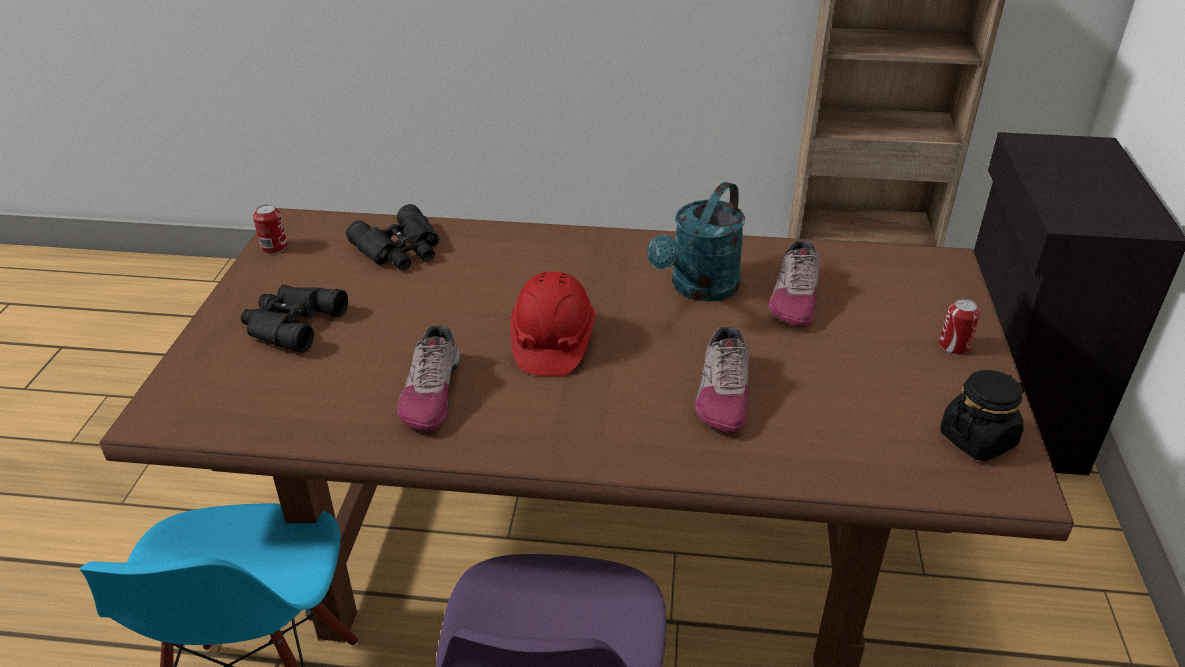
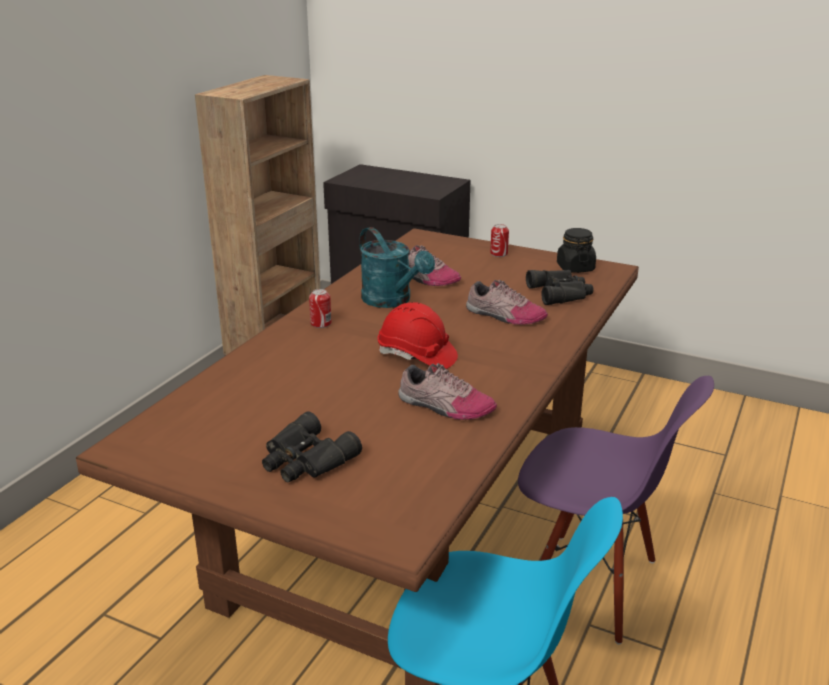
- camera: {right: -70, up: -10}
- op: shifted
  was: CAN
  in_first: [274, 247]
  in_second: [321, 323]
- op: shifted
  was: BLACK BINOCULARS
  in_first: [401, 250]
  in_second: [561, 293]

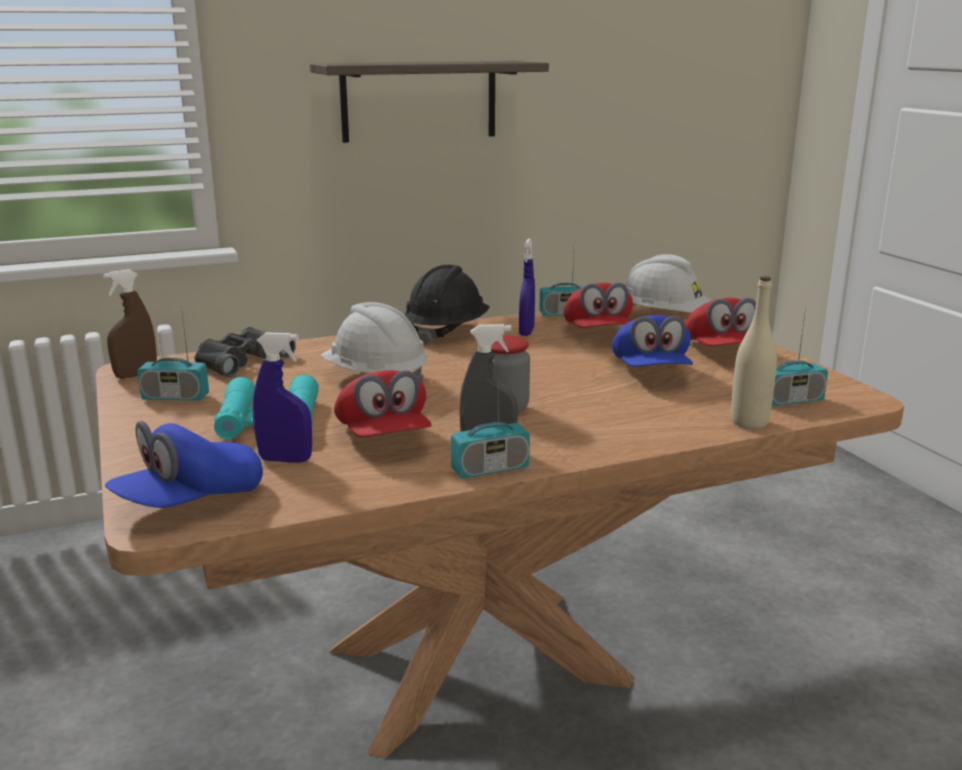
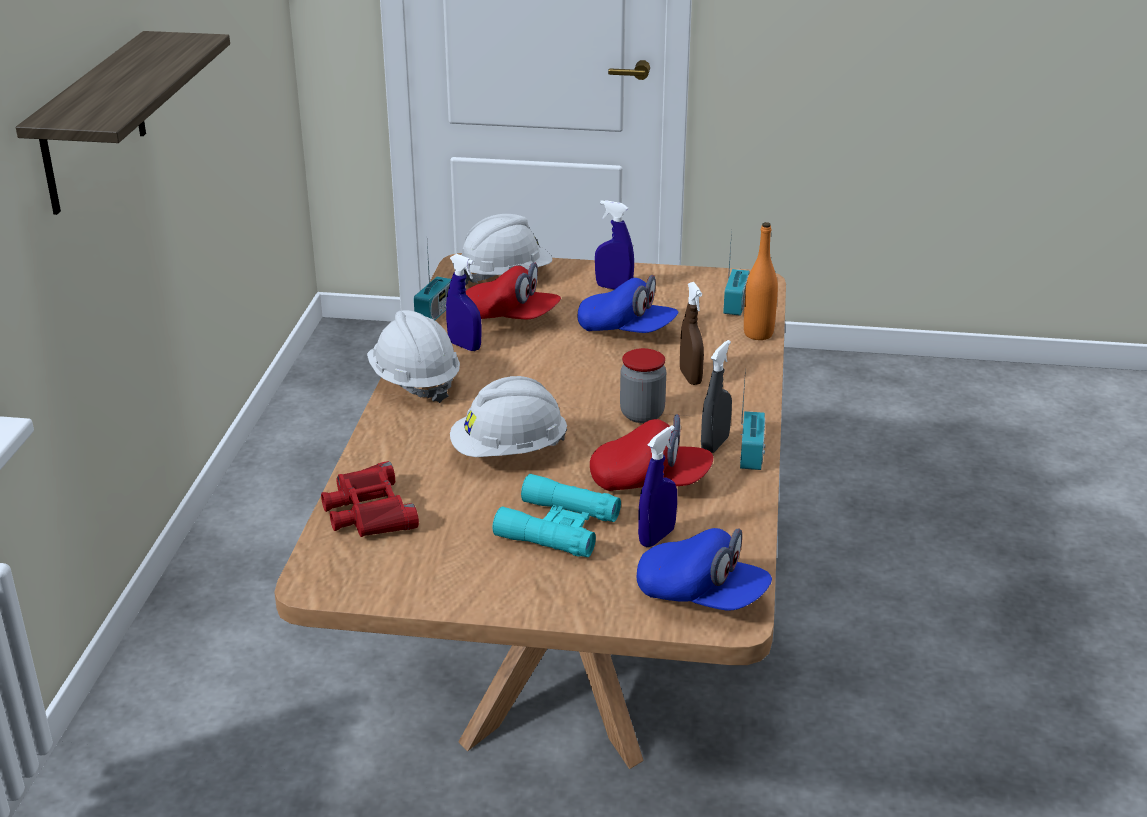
- camera: {right: -60, up: 10}
- op: repainted
  was: BLACK HARD HAT
  now: WHITE HARD HAT
  in_first: [446, 331]
  in_second: [414, 382]
- op: shifted
  was: BROWN SPRAY BOTTLE
  in_first: [136, 374]
  in_second: [690, 377]
- op: repainted
  was: BEIGE BOTTLE
  now: ORANGE BOTTLE
  in_first: [749, 422]
  in_second: [758, 334]
- op: swapped
  was: RED CAP
  now: BLUE SPRAY BOTTLE
  in_first: [721, 352]
  in_second: [613, 287]
- op: gone
  was: RADIO
  in_first: [175, 397]
- op: repainted
  was: BLACK BINOCULARS
  now: RED BINOCULARS
  in_first: [240, 360]
  in_second: [368, 511]
- op: rotated
  was: BLUE CAP
  in_first: [190, 501]
  in_second: [701, 596]
  clockwise: -45

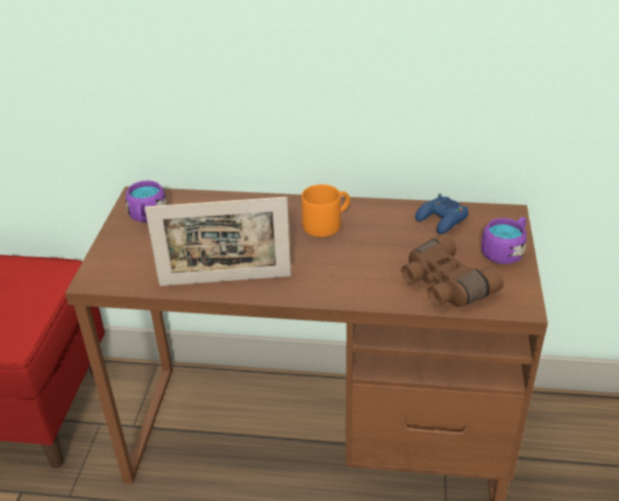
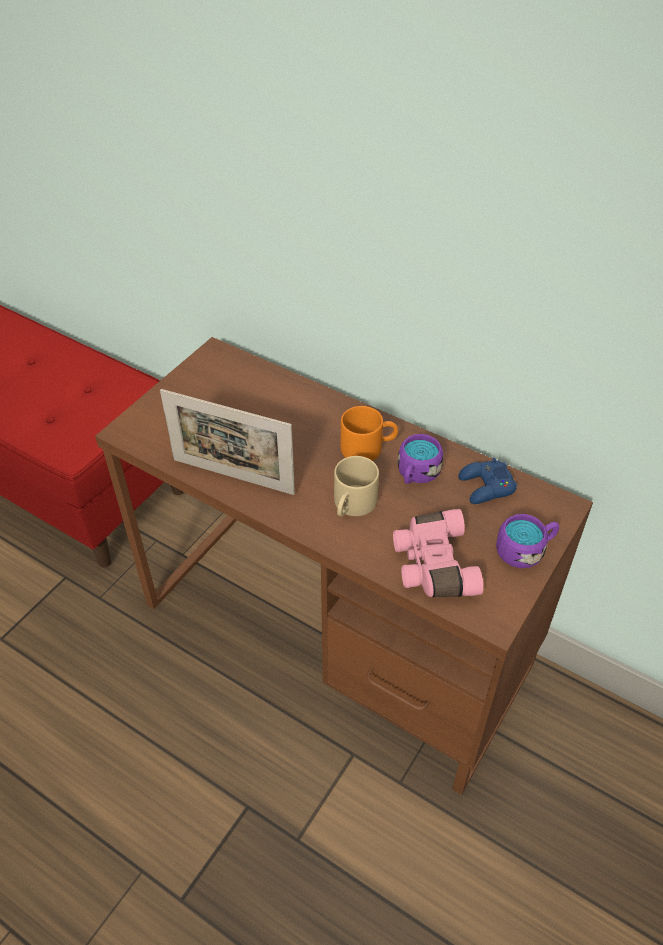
- camera: {right: 25, up: 10}
- op: shifted
  was: PURPLE MUG
  in_first: [147, 217]
  in_second: [416, 474]
- op: repainted
  was: BROWN BINOCULARS
  now: PINK BINOCULARS
  in_first: [444, 285]
  in_second: [432, 564]
- op: new
  now: BEIGE MUG
  in_second: [353, 506]

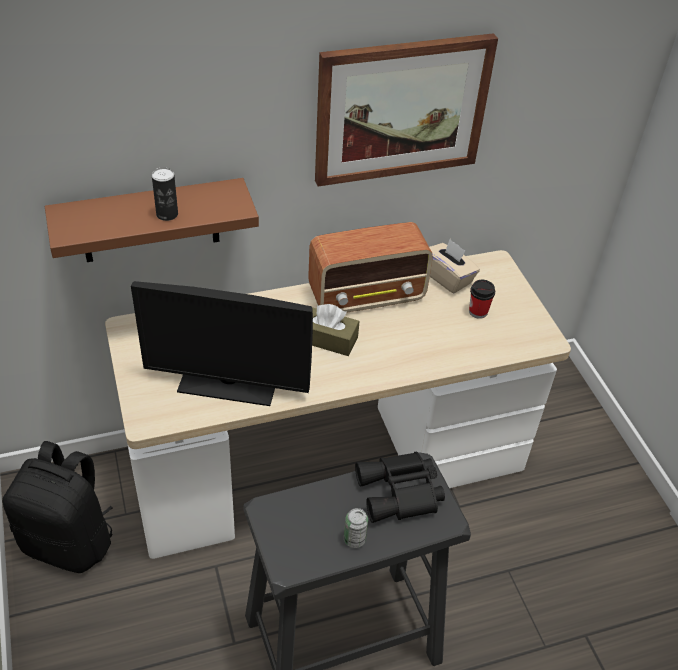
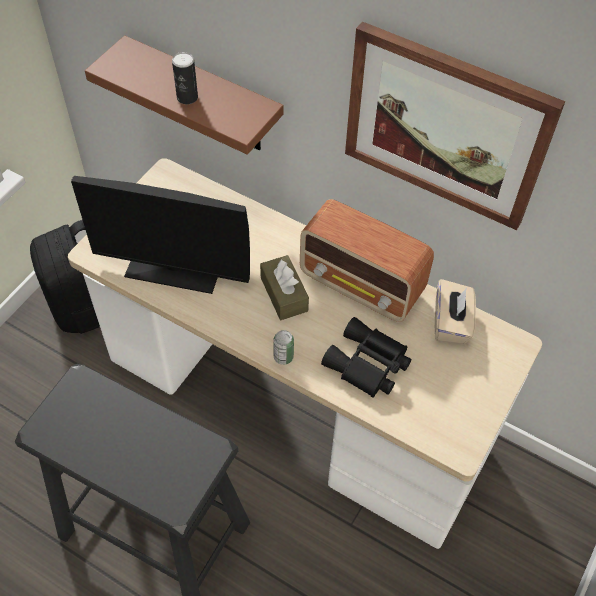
- camera: {right: 50, up: 10}
- op: gone
  was: CUP
  in_first: [478, 312]
- op: rotated
  was: MONITOR
  in_first: [228, 383]
  in_second: [174, 269]
  clockwise: -45
- op: shifted
  was: BLACK BINOCULARS
  in_first: [401, 493]
  in_second: [367, 365]
- op: shifted
  was: CAN
  in_first: [354, 539]
  in_second: [283, 357]

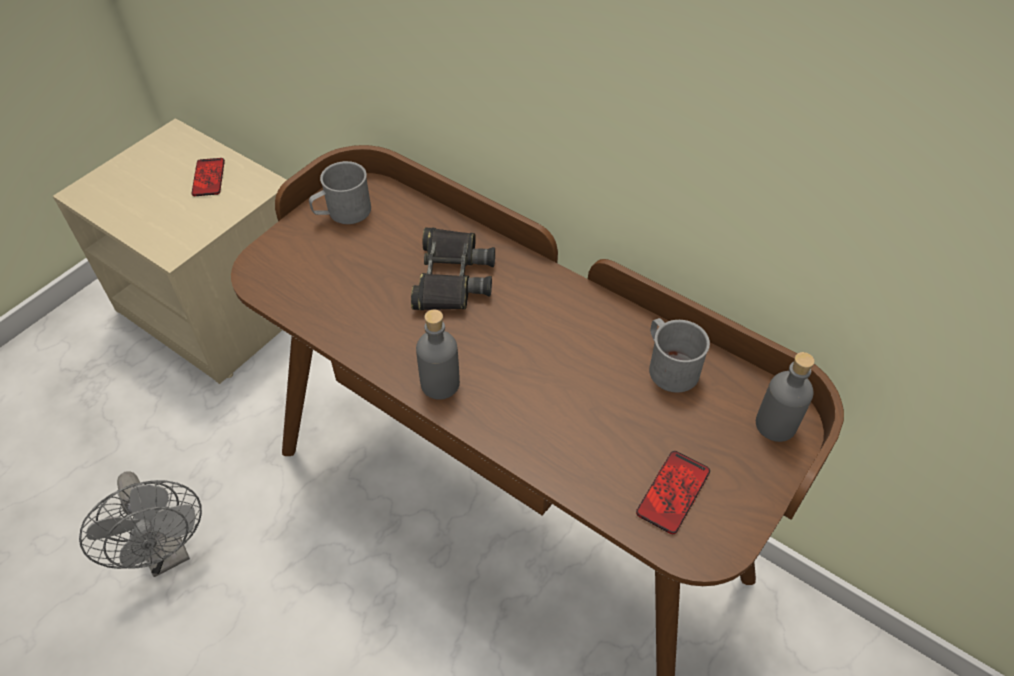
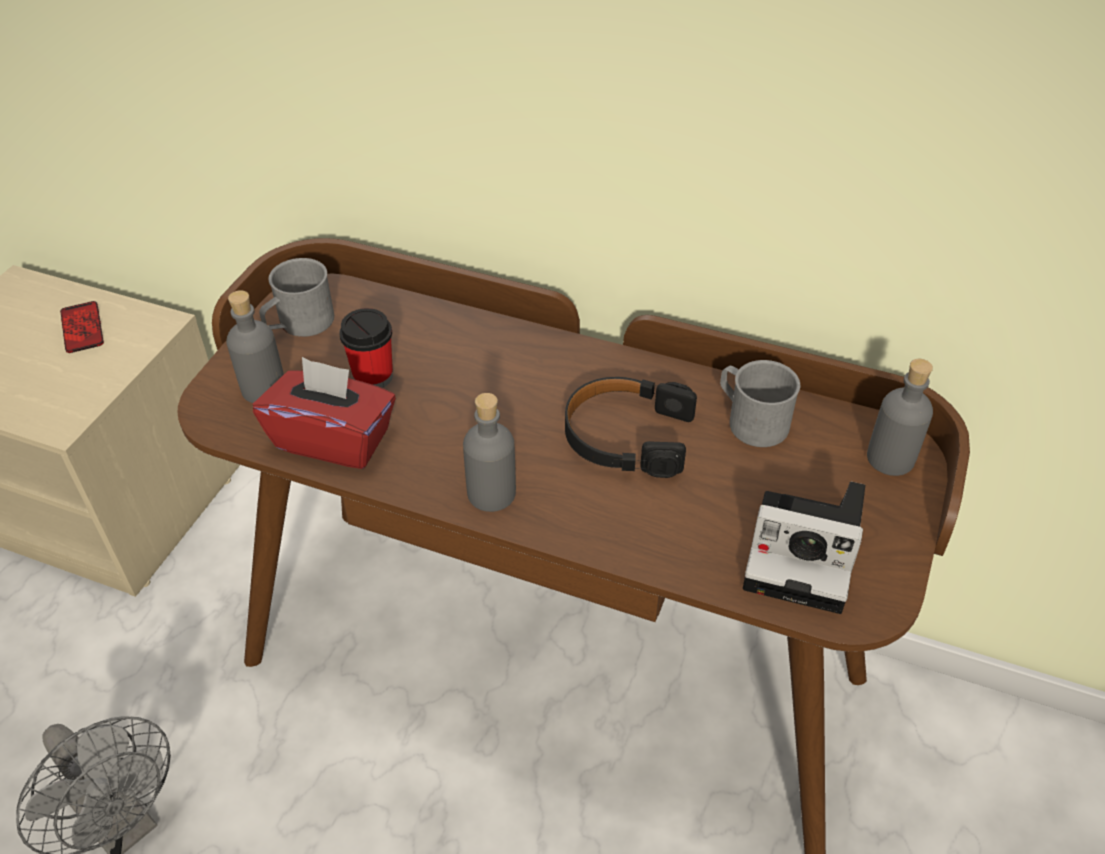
- camera: {right: -15, up: -5}
- op: gone
  was: BLACK BINOCULARS
  in_first: [451, 277]
- op: swapped
  was: PHONE
  now: PHOTO CAMERA
  in_first: [673, 492]
  in_second: [806, 554]
- op: new
  now: GREY BOTTLE
  in_second: [263, 389]
- op: new
  now: CUP
  in_second: [373, 376]
- op: new
  now: RED TISSUE BOX
  in_second: [333, 439]
- op: new
  now: BLACK HEADPHONES
  in_second: [626, 436]

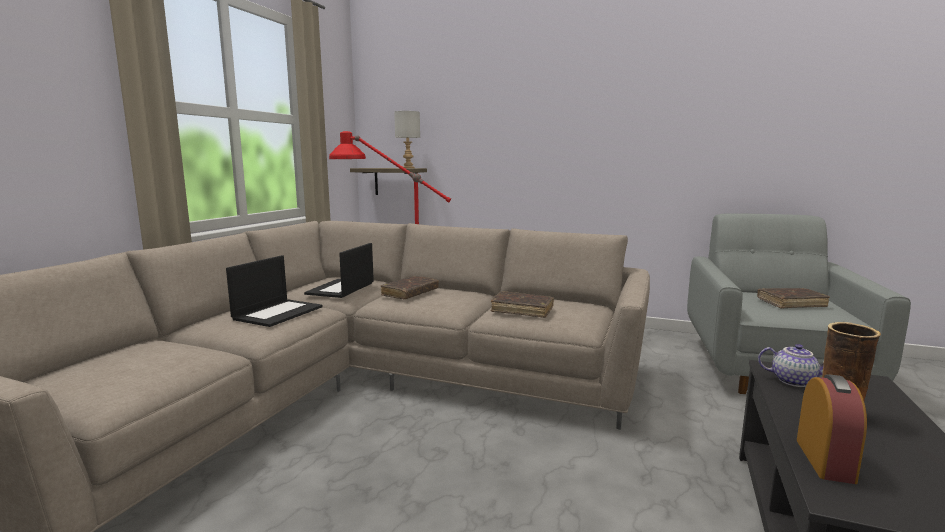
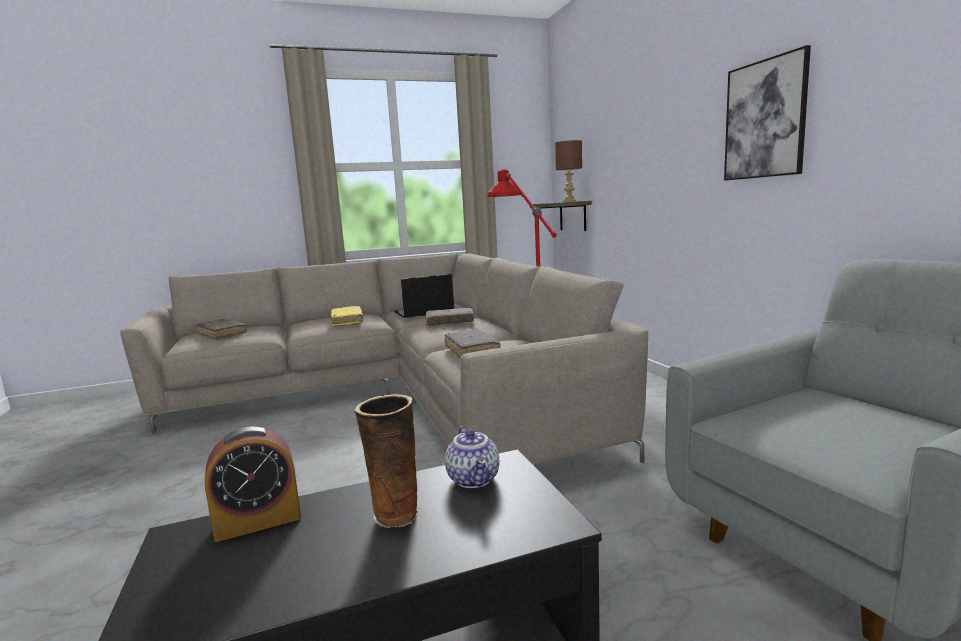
- camera: {right: 50, up: 0}
- op: repainted
  was: GREY TABLE LAMP
  now: BROWN TABLE LAMP
  in_first: [408, 168]
  in_second: [569, 201]
- op: swapped
  was: LAPTOP
  now: YELLOW BOOK
  in_first: [278, 313]
  in_second: [347, 321]
- op: shifted
  was: BROWN BOOK
  in_first: [791, 303]
  in_second: [222, 334]
- op: new
  now: PICTURE
  in_second: [765, 119]

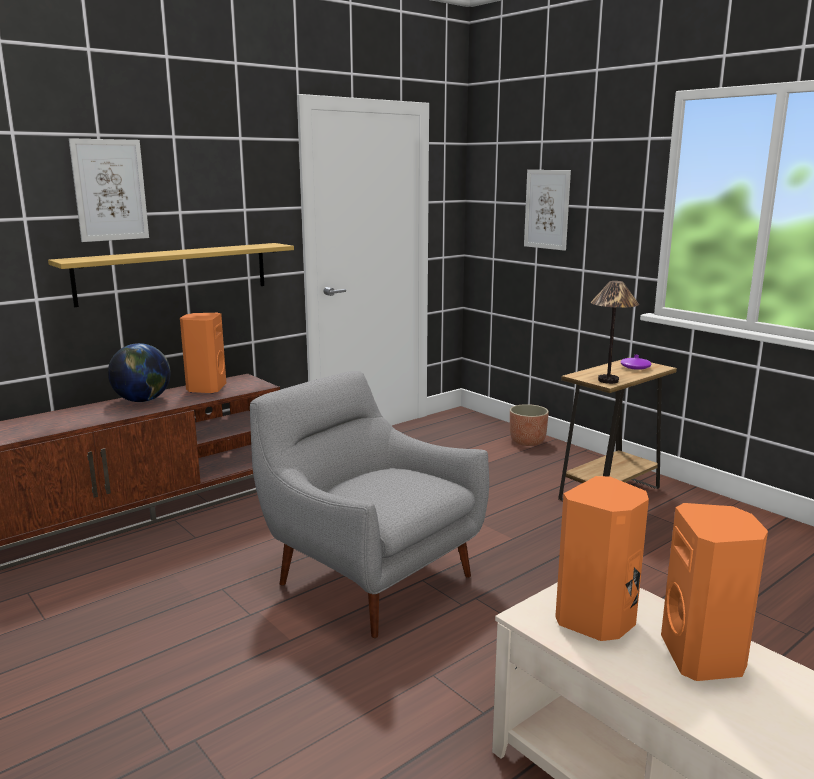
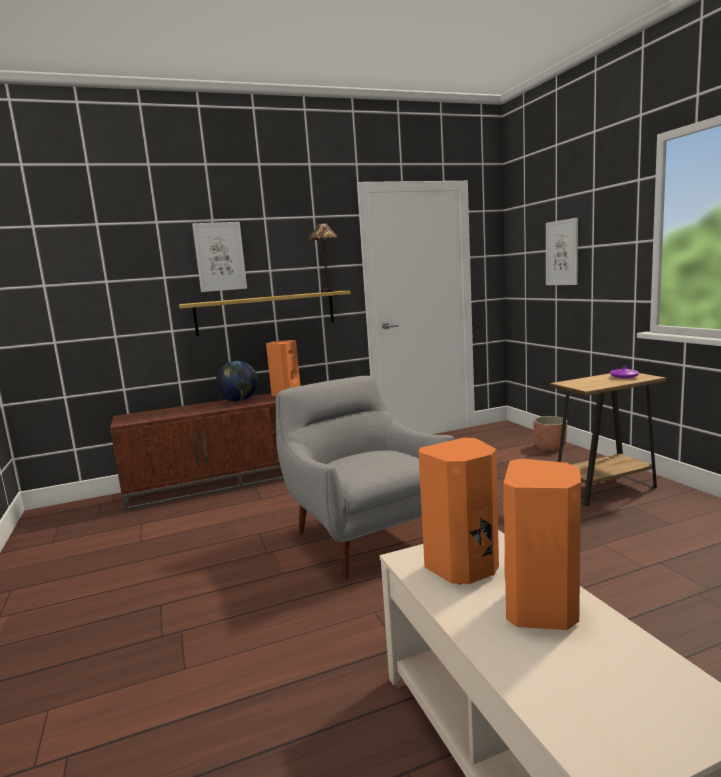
- camera: {right: 20, up: -5}
- op: shifted
  was: TABLE LAMP
  in_first: [608, 381]
  in_second: [327, 291]

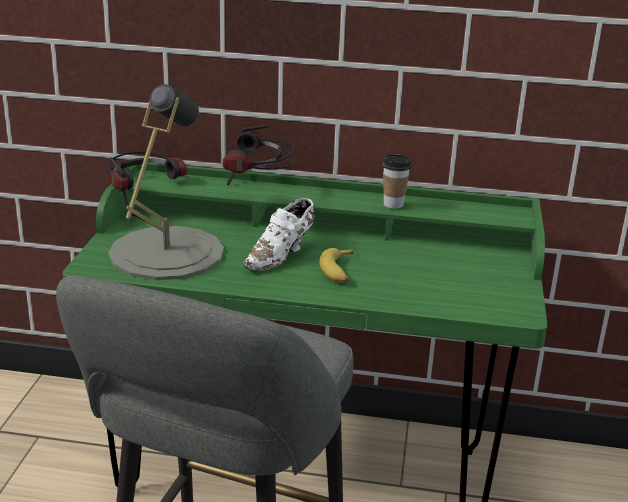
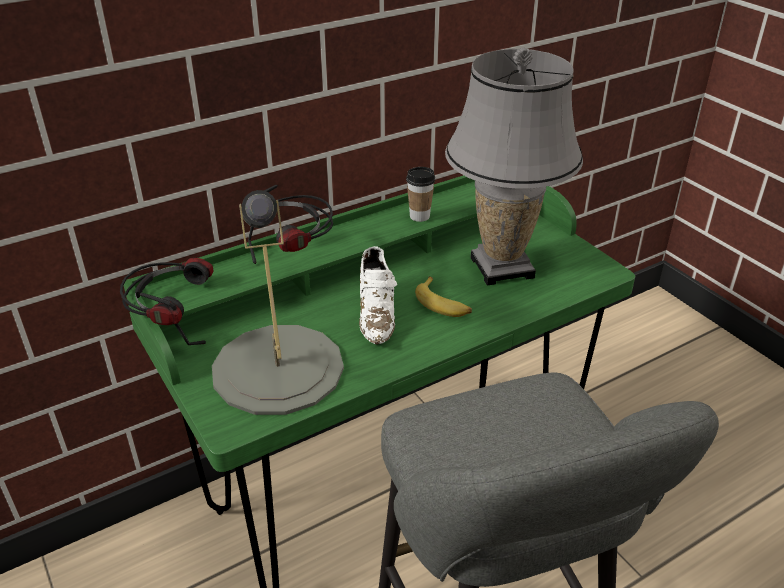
- camera: {right: -40, up: 10}
- op: new
  now: GREY TABLE LAMP
  in_second: [501, 268]

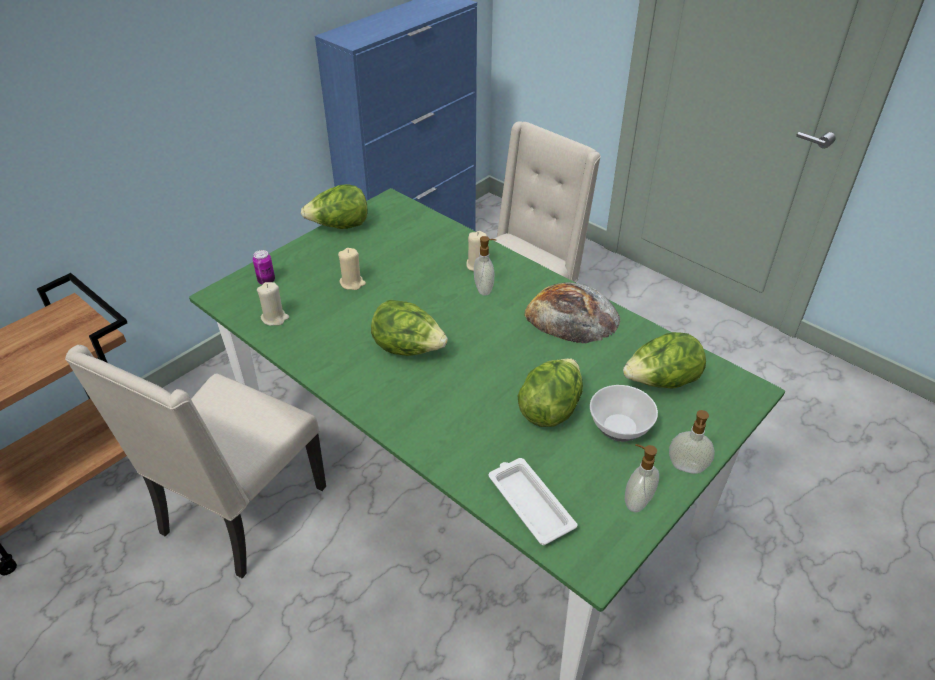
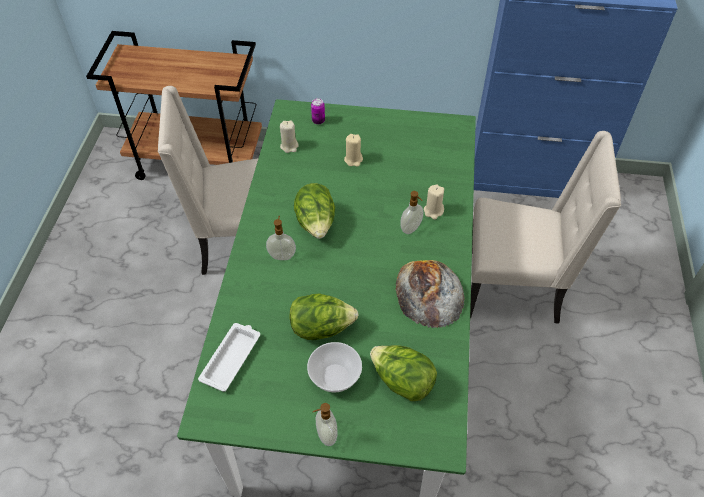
- camera: {right: 55, up: 10}
- op: gone
  was: LETTUCE
  in_first: [339, 226]
- op: shifted
  was: SOAP DISPENSER
  in_first: [636, 501]
  in_second: [282, 255]

